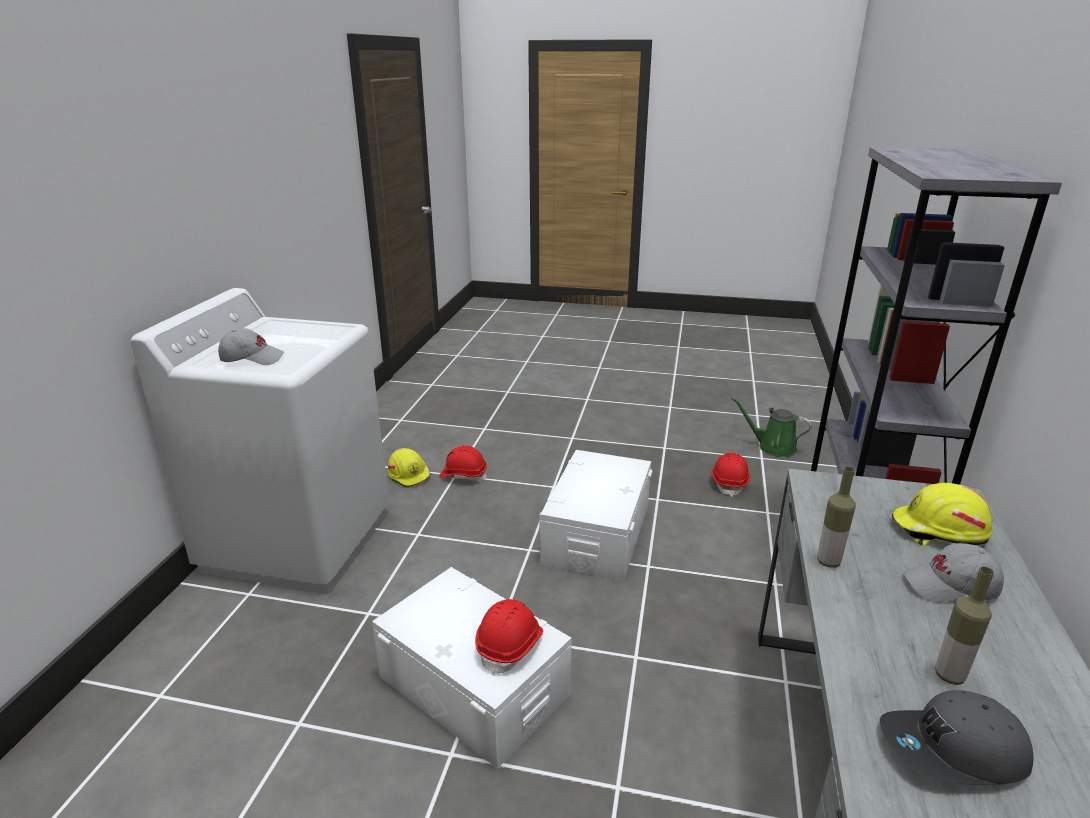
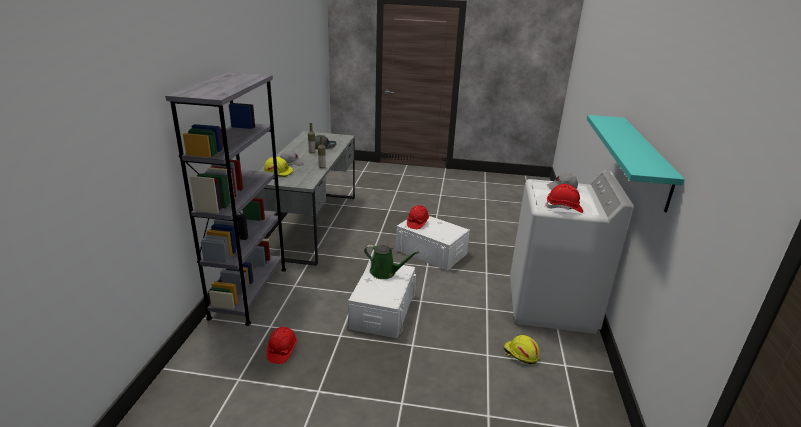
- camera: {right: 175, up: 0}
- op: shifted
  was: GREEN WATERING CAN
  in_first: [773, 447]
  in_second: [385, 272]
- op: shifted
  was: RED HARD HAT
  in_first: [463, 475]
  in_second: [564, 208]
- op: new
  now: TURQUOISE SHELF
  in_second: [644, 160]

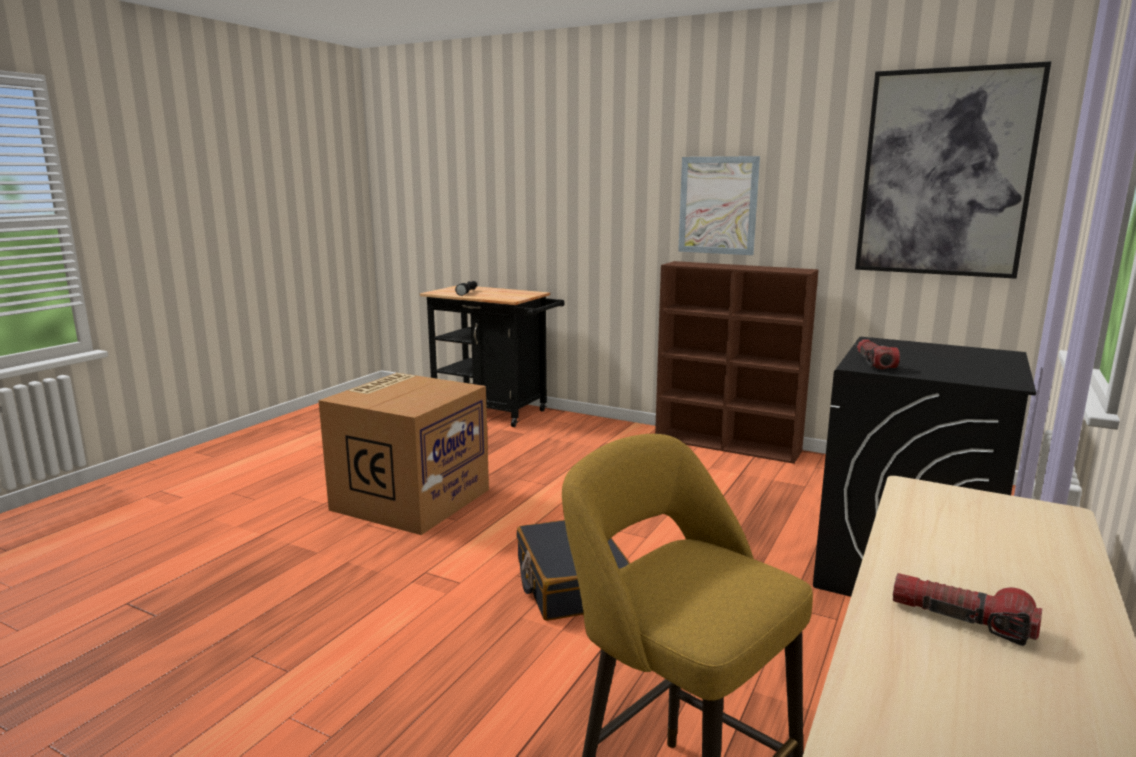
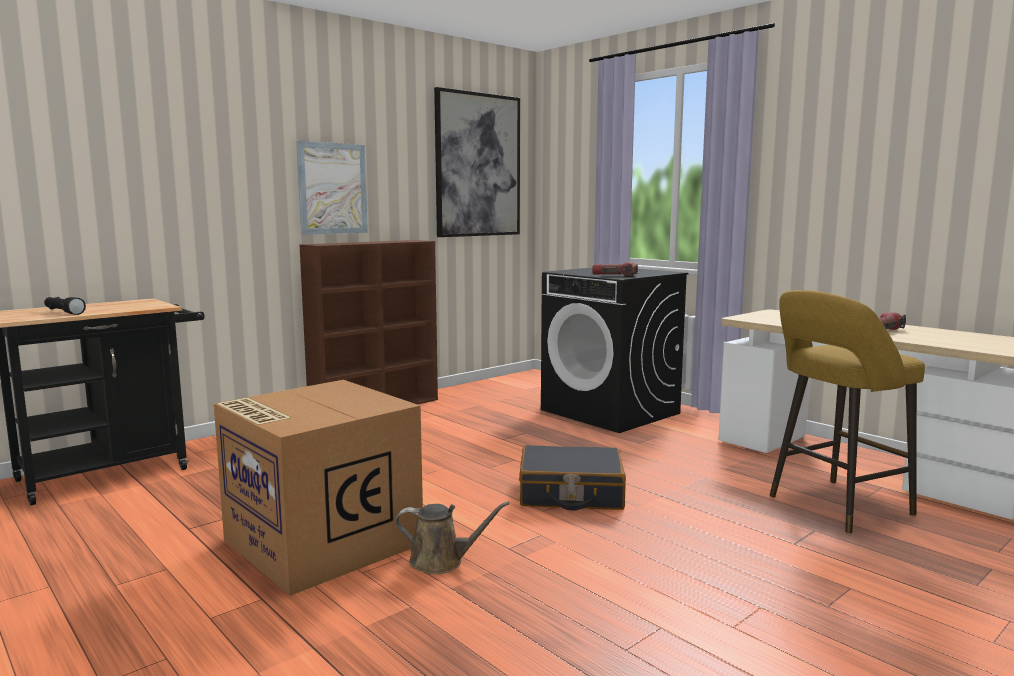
- camera: {right: -70, up: -5}
- op: new
  now: BROWN WATERING CAN
  in_second: [442, 561]

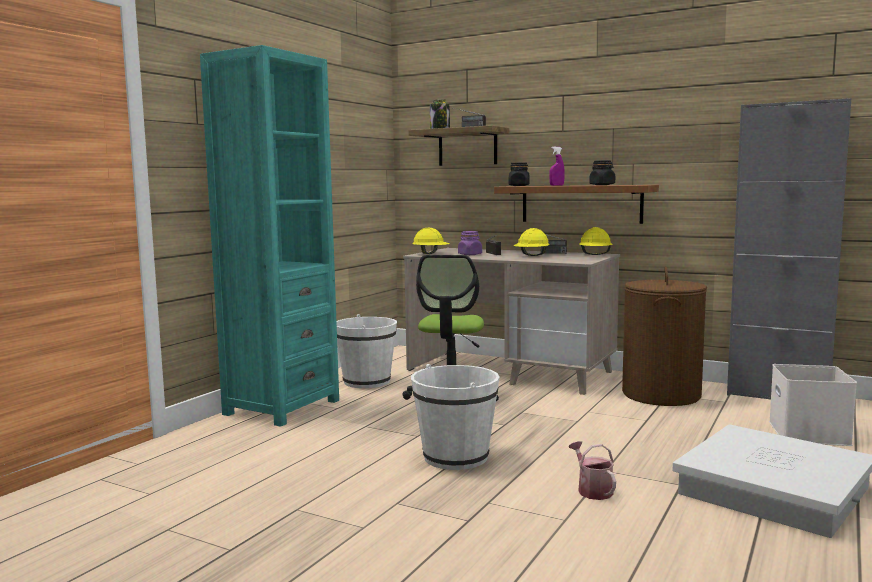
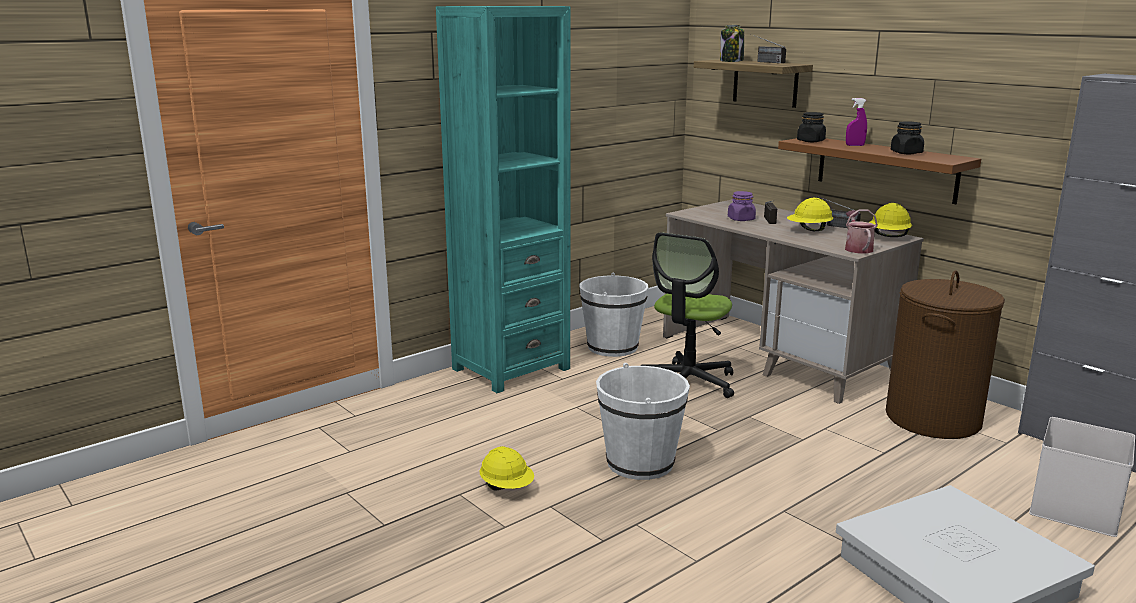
- camera: {right: 20, up: 10}
- op: shifted
  was: YELLOW HARD HAT
  in_first: [431, 254]
  in_second: [507, 488]
- op: shifted
  was: WATERING CAN
  in_first: [592, 490]
  in_second: [857, 248]

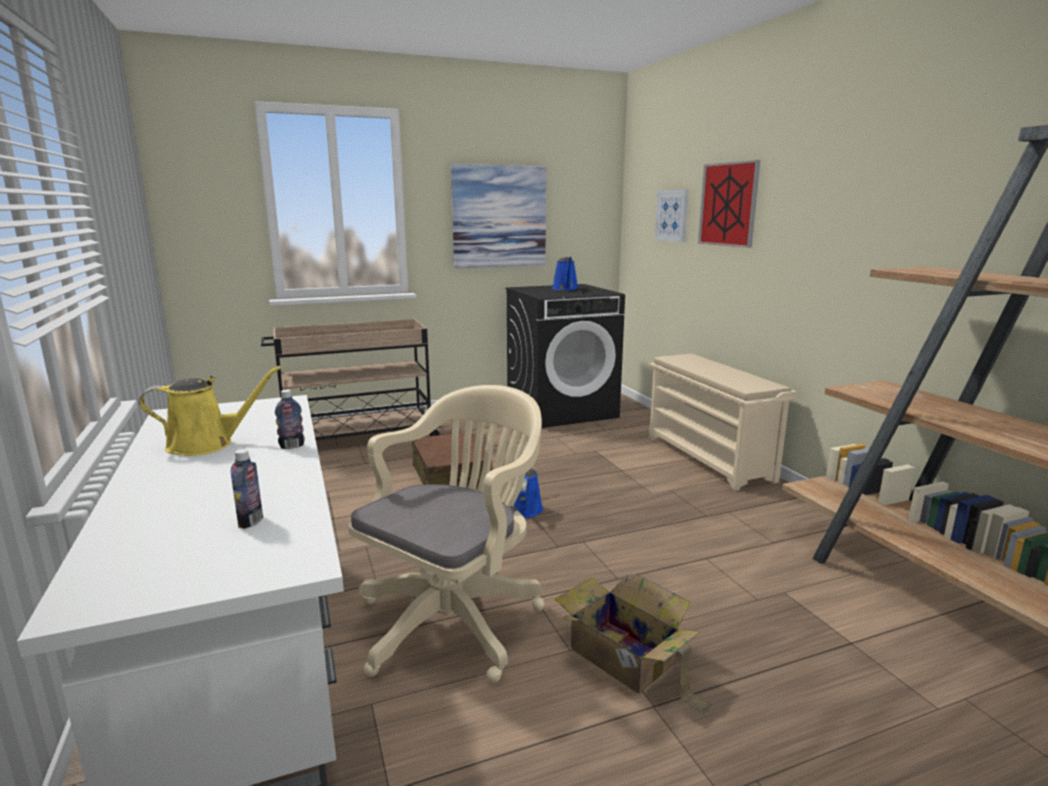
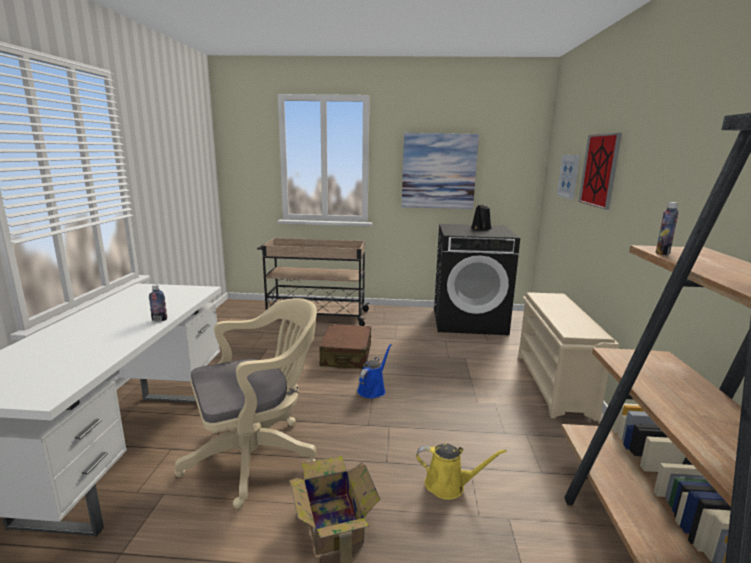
- camera: {right: 25, up: 0}
- op: repainted
  was: BLUE WATERING CAN
  now: BLACK WATERING CAN
  in_first: [565, 289]
  in_second: [480, 229]
- op: shifted
  was: YELLOW WATERING CAN
  in_first: [207, 444]
  in_second: [449, 485]
- op: shifted
  was: BOTTLE
  in_first: [250, 522]
  in_second: [662, 253]

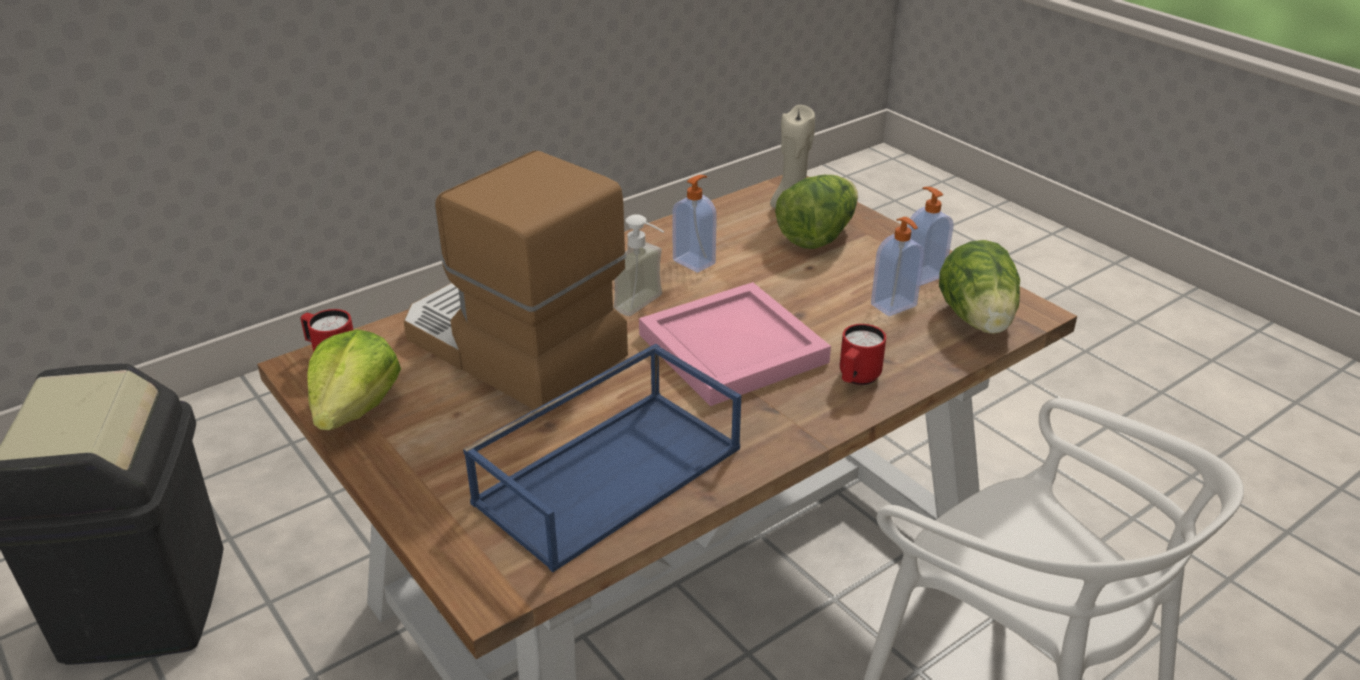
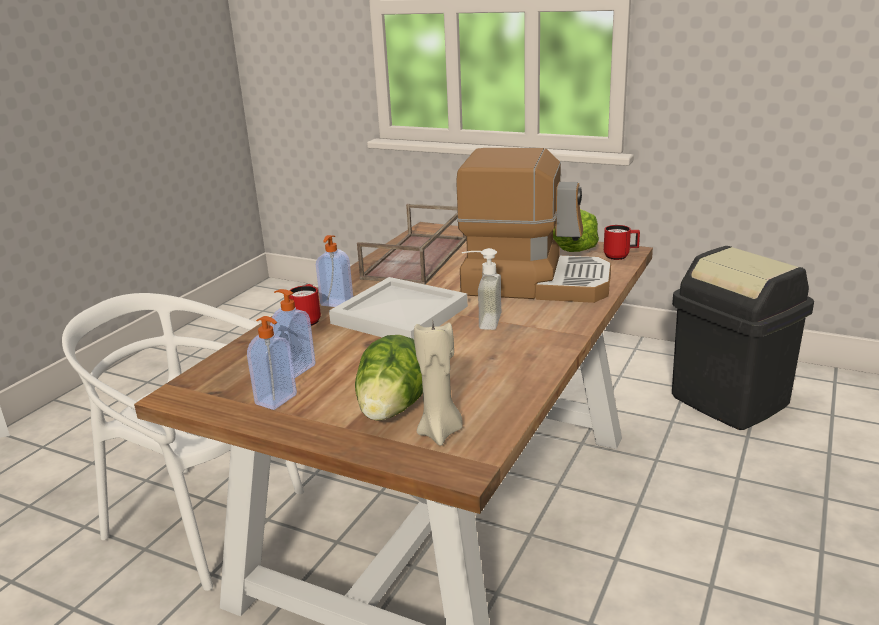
- camera: {right: 155, up: -10}
- op: shifted
  was: SOAP DISPENSER
  in_first: [695, 261]
  in_second: [336, 303]
- op: gone
  was: LETTUCE
  in_first: [978, 321]
- op: repainted
  was: PINK TRAY
  now: WHITE TRAY
  in_first: [735, 349]
  in_second: [397, 315]
- op: repainted
  was: BLUE TRAY
  now: BROWN TRAY
  in_first: [609, 472]
  in_second: [417, 259]

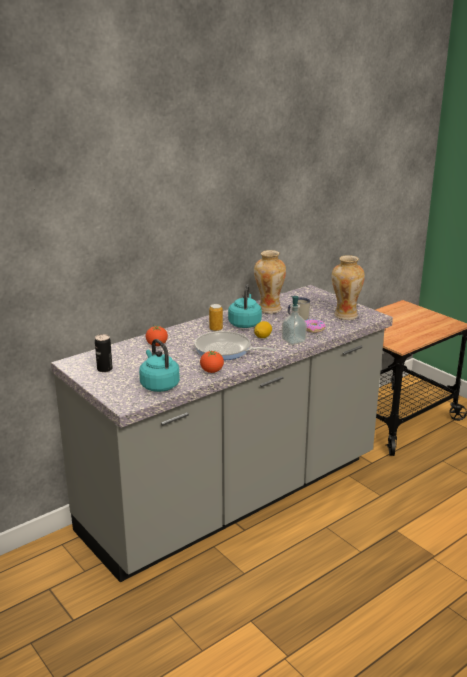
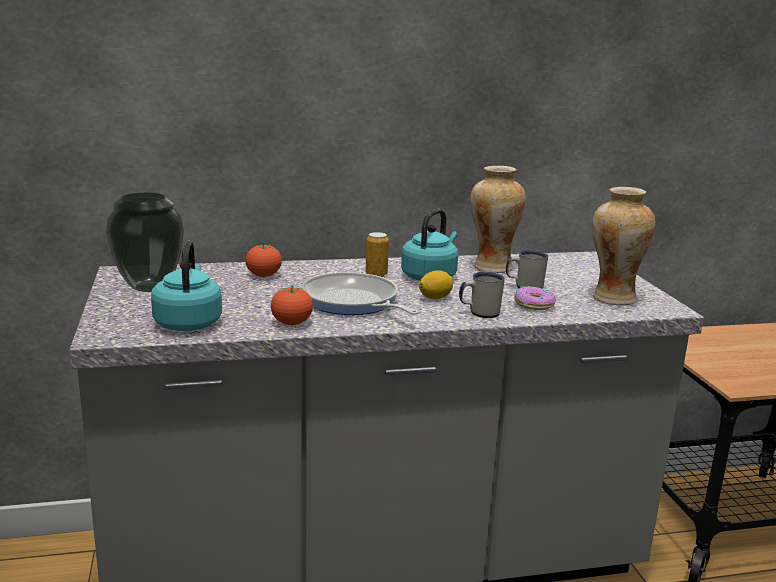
- camera: {right: 25, up: -5}
- op: swapped
  was: SOAP DISPENSER
  now: WHITE MUG
  in_first: [293, 341]
  in_second: [479, 313]
- op: swapped
  was: CAN
  now: VASE
  in_first: [104, 369]
  in_second: [149, 287]

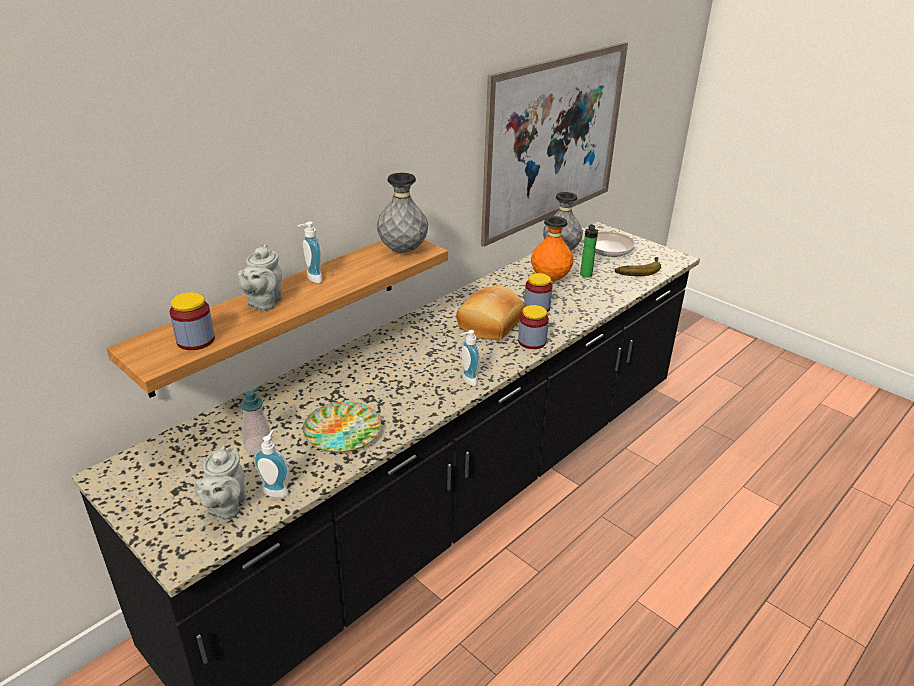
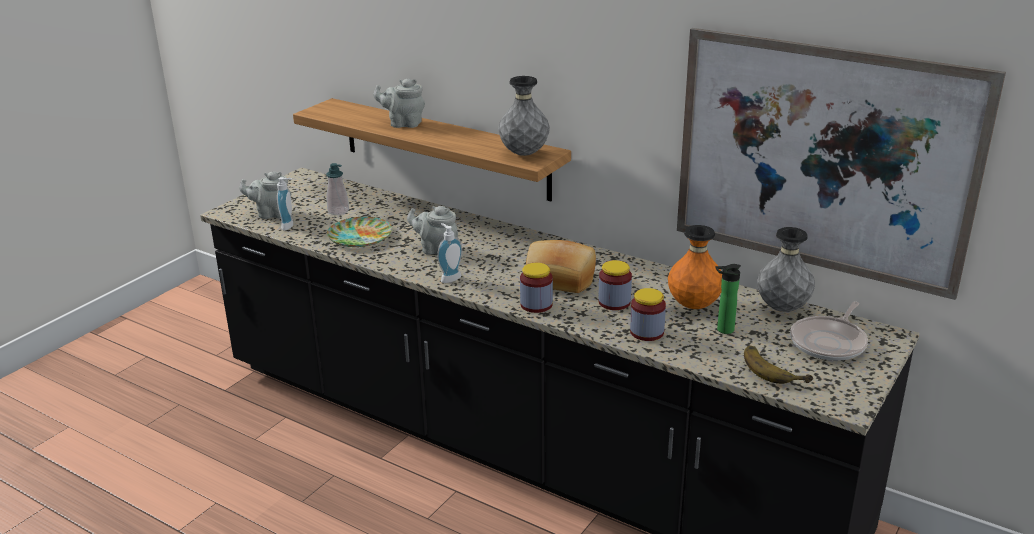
- camera: {right: 80, up: -5}
- op: gone
  was: SOAP DISPENSER
  in_first: [312, 279]
- op: shifted
  was: JAR
  in_first: [195, 340]
  in_second: [647, 332]
- op: new
  now: GREY TEAPOT
  in_second: [436, 250]

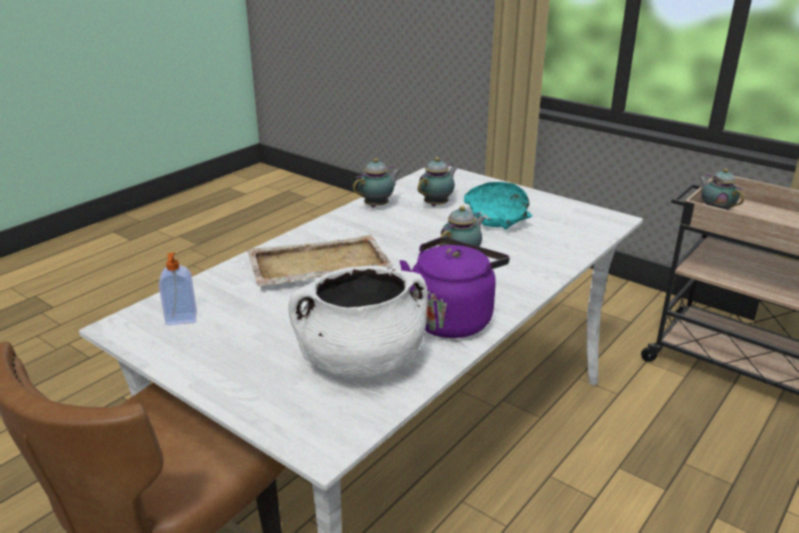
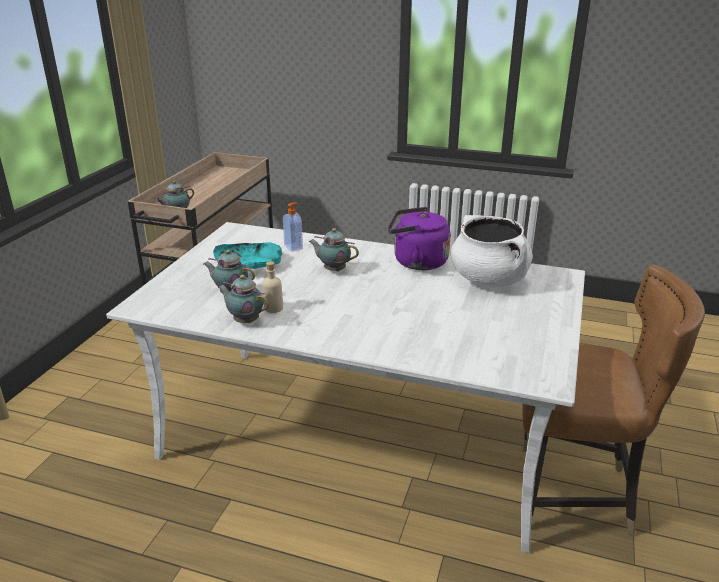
- camera: {right: -110, up: 0}
- op: gone
  was: BEIGE TRAY
  in_first: [317, 264]
- op: shifted
  was: SOAP DISPENSER
  in_first: [181, 319]
  in_second: [294, 247]
- op: new
  now: BEIGE BOTTLE
  in_second: [273, 308]

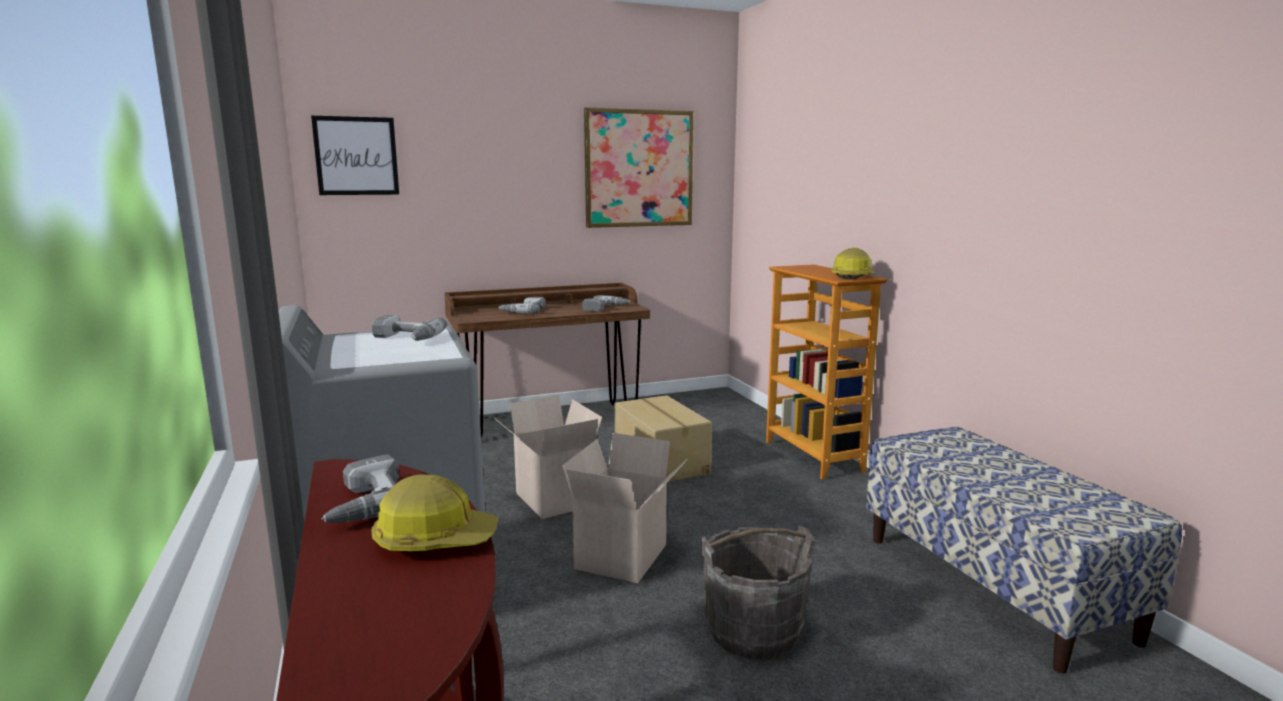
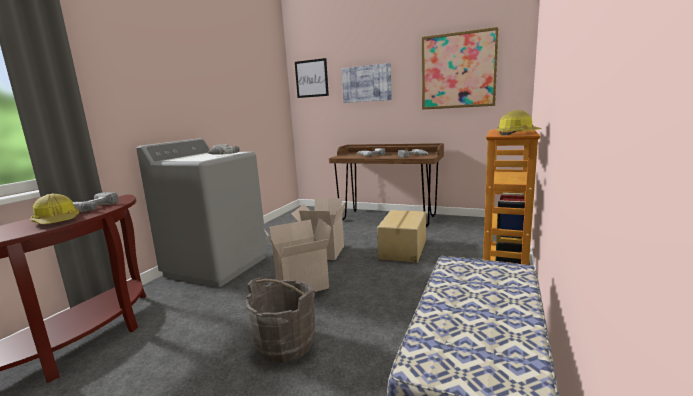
- camera: {right: 45, up: 0}
- op: new
  now: PICTURE
  in_second: [366, 83]

